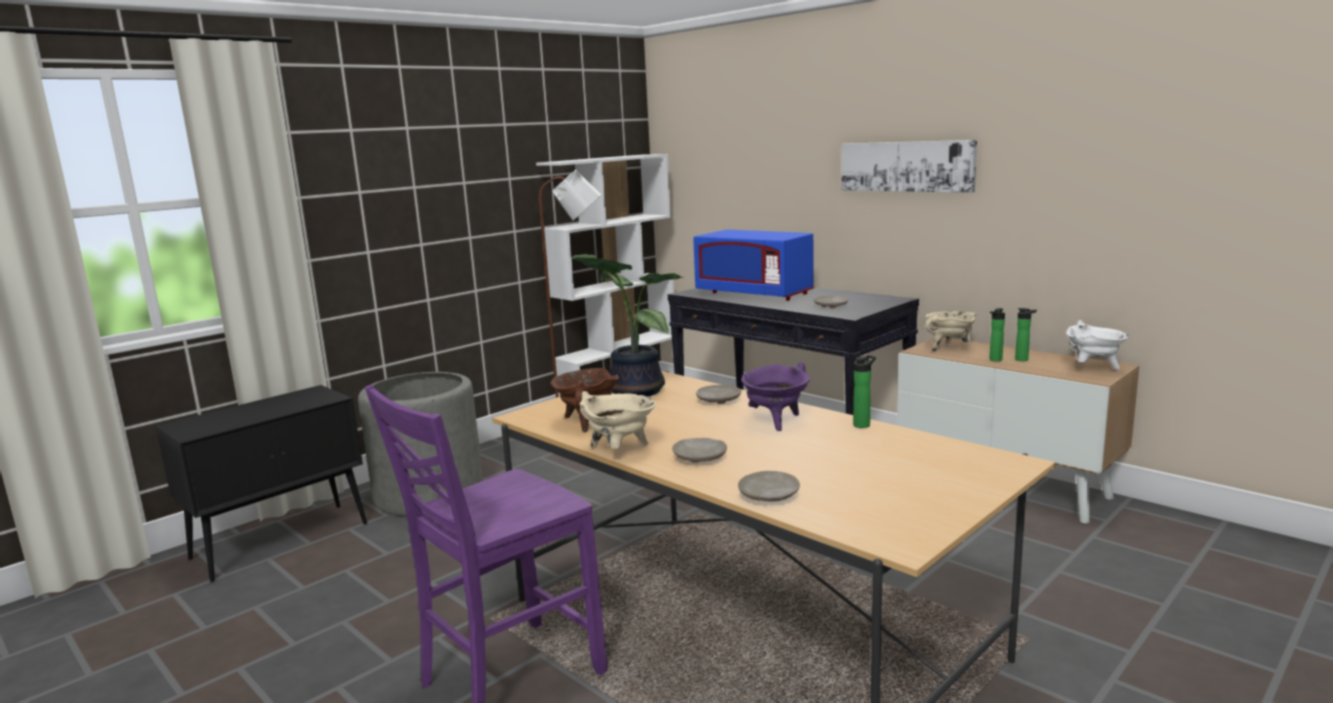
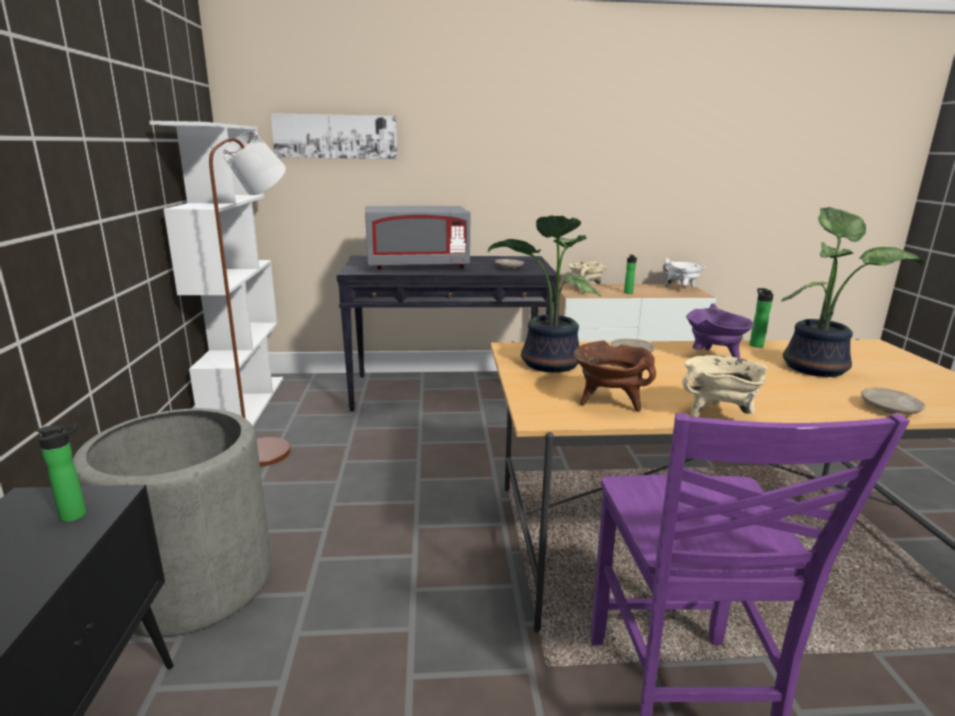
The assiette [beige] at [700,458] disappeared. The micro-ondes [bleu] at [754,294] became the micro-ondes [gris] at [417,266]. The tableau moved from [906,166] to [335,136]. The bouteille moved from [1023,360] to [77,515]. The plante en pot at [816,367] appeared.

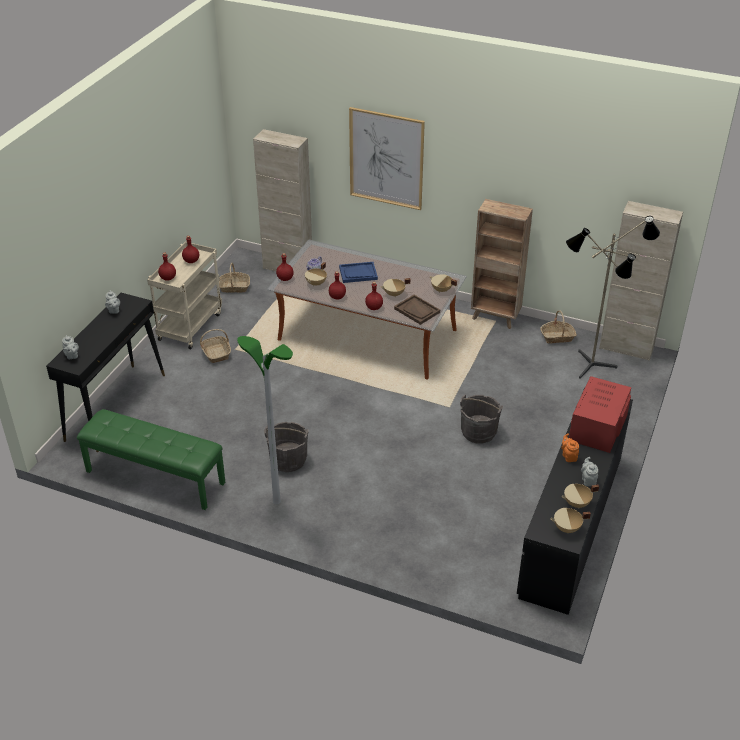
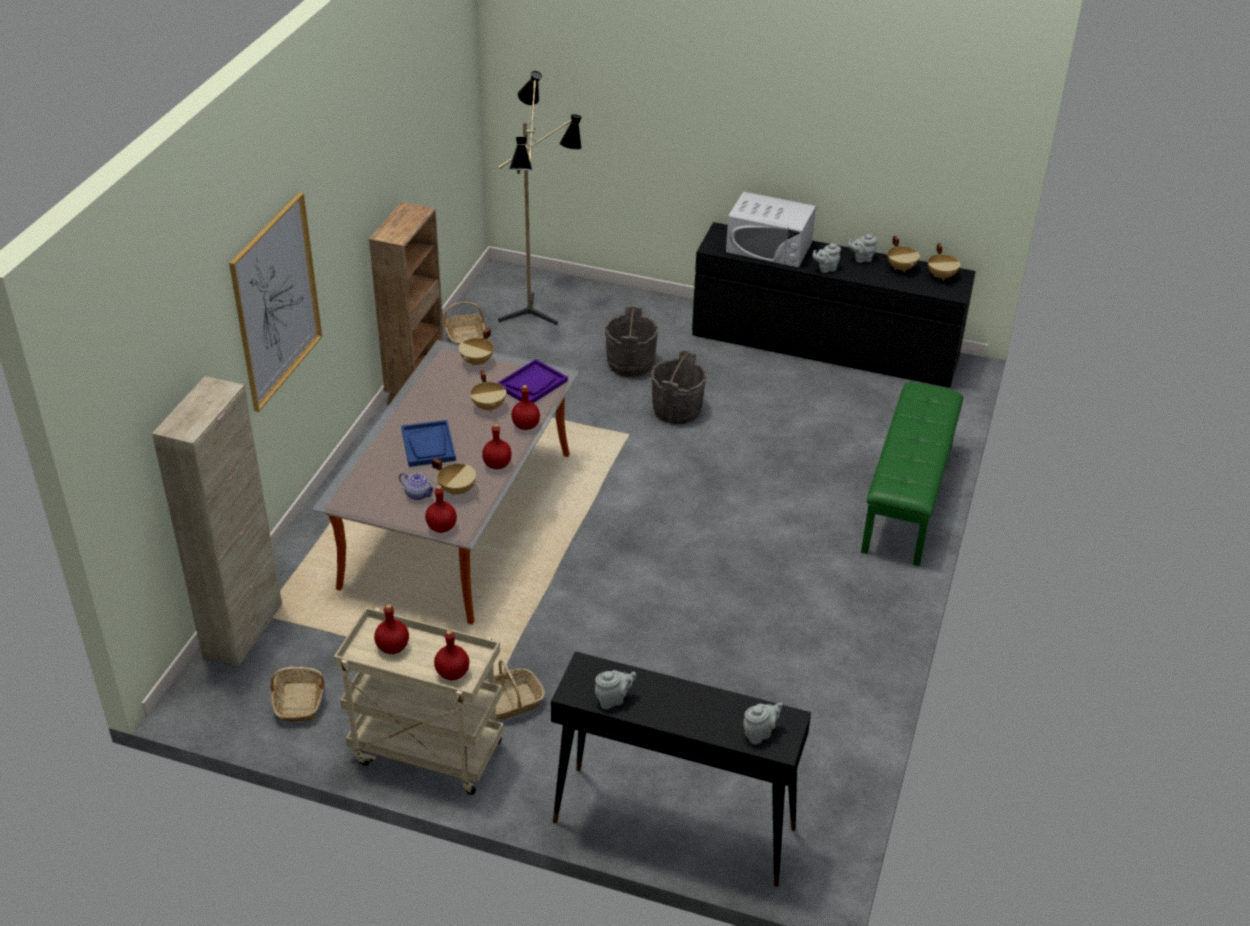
The banc [vert] moved from [154,477] to [909,498]. The lampadaire at [277,501] disappeared. The seau [gris] moved from [288,460] to [630,364]. The plateau [marron] at [417,310] became the plateau [violet] at [532,384]. The théière [orange] at [569,456] became the théière [gris] at [825,269]. The micro-ondes [rouge] at [597,427] became the micro-ondes [blanc] at [769,247]. The meuble de rangement [beige] at [626,348] disappeared.

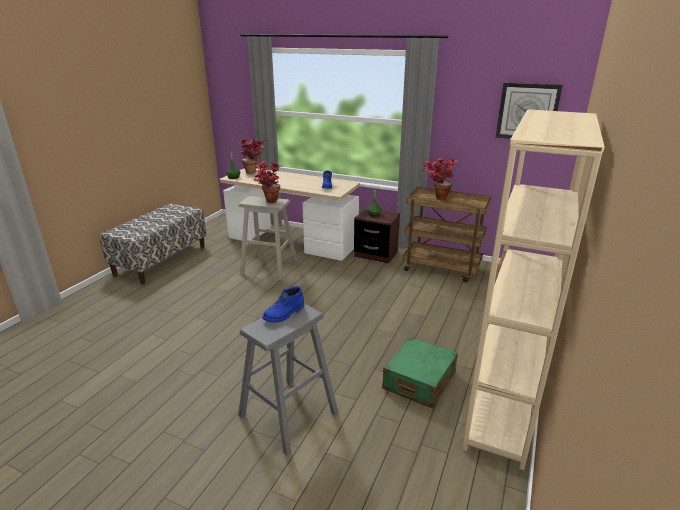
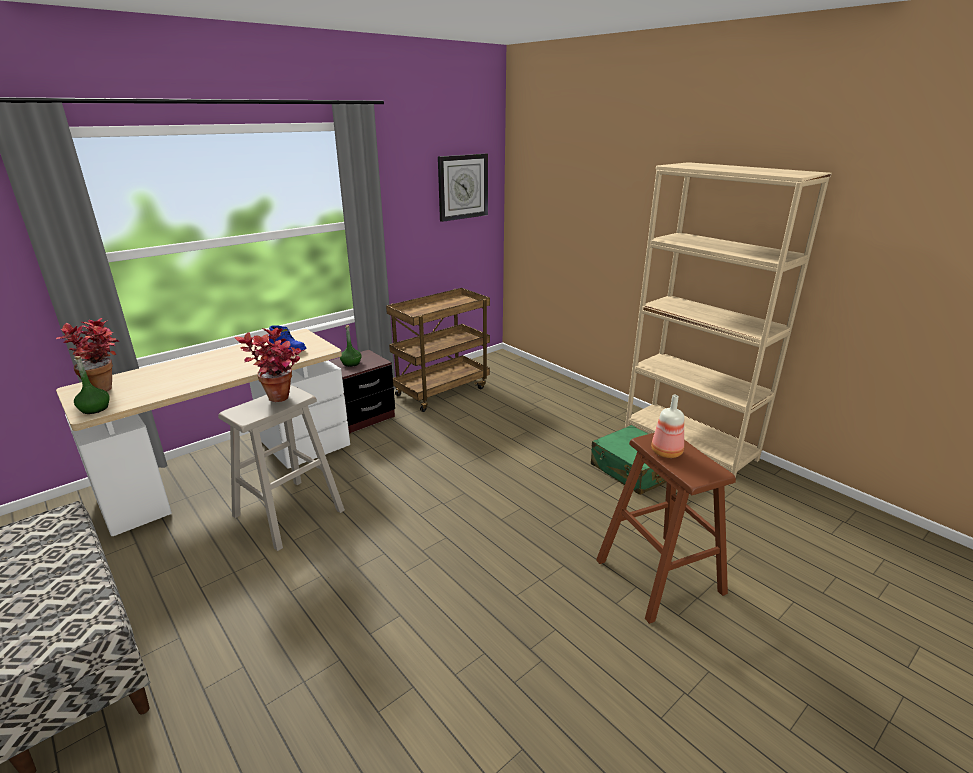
The tabouret [gris] at [288,415] became the tabouret [marron] at [659,576]. The botte [bleu] at [284,314] was replaced by the bouteille at [666,452]. The plante en pot at [437,197] disappeared.

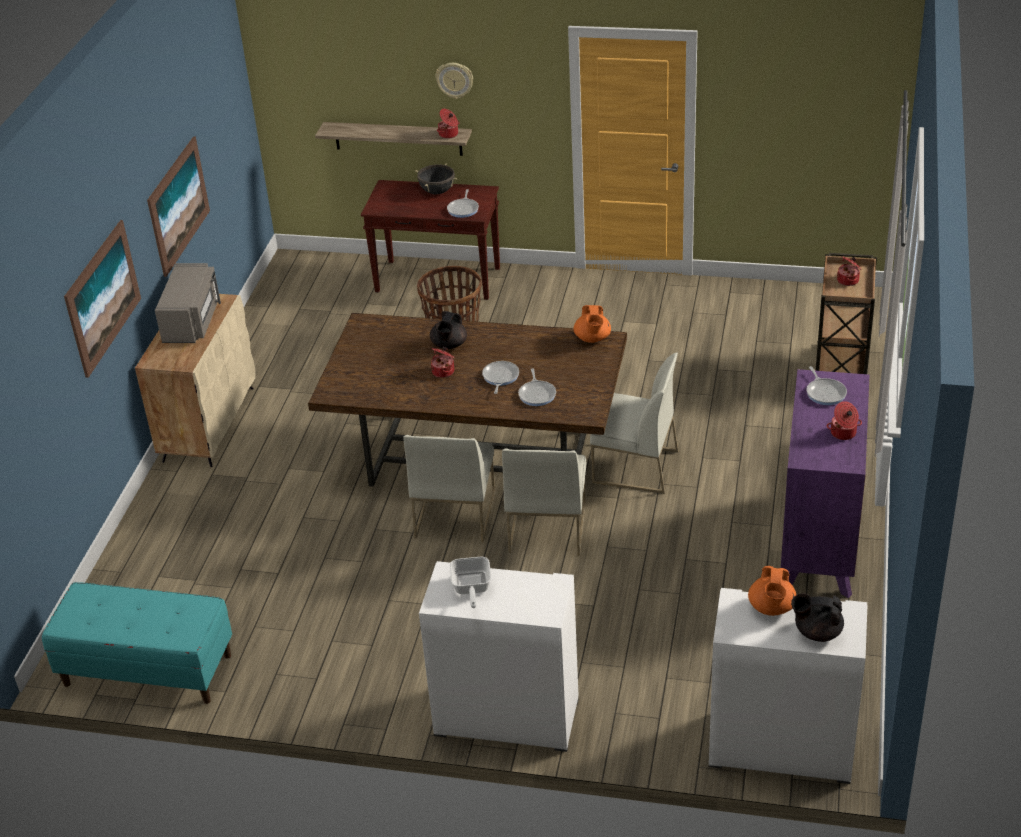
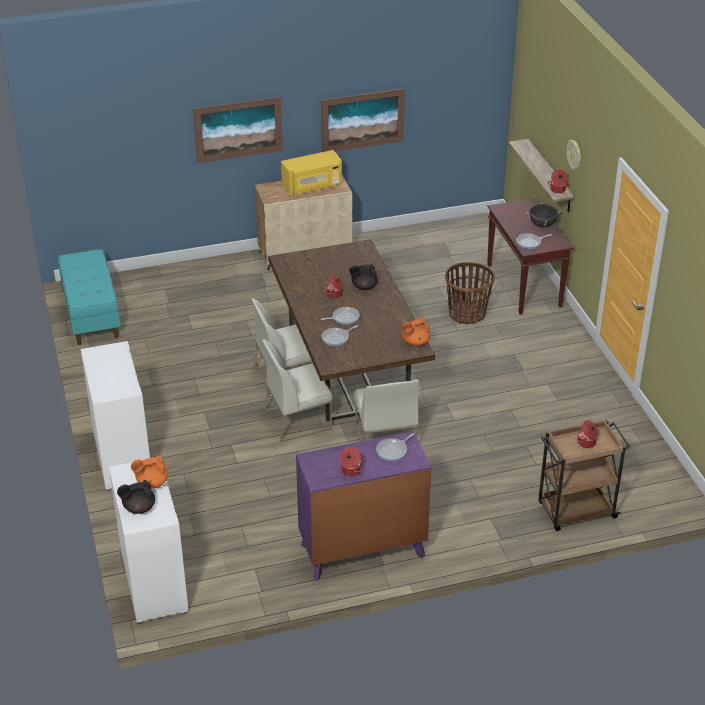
The micro-ondes [gris] at [192,321] became the micro-ondes [jaune] at [312,186]. The poêle at [471,589] disappeared. The théière [noir] at [817,632] turned 90 degrees counterclockwise.

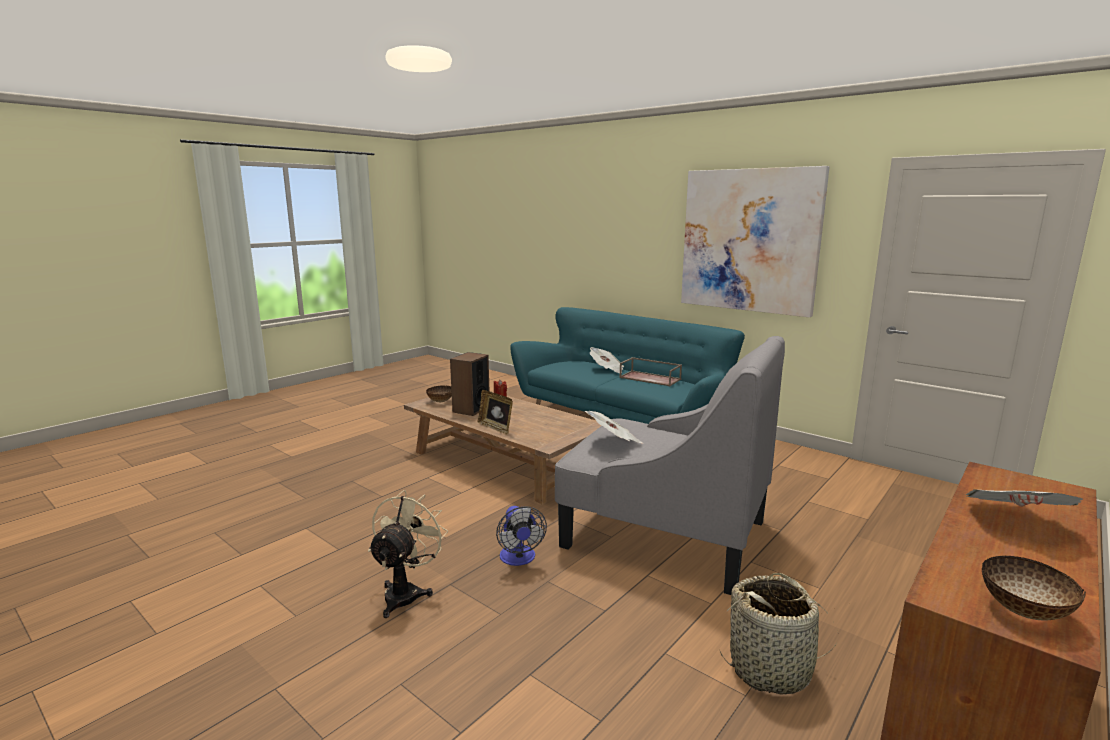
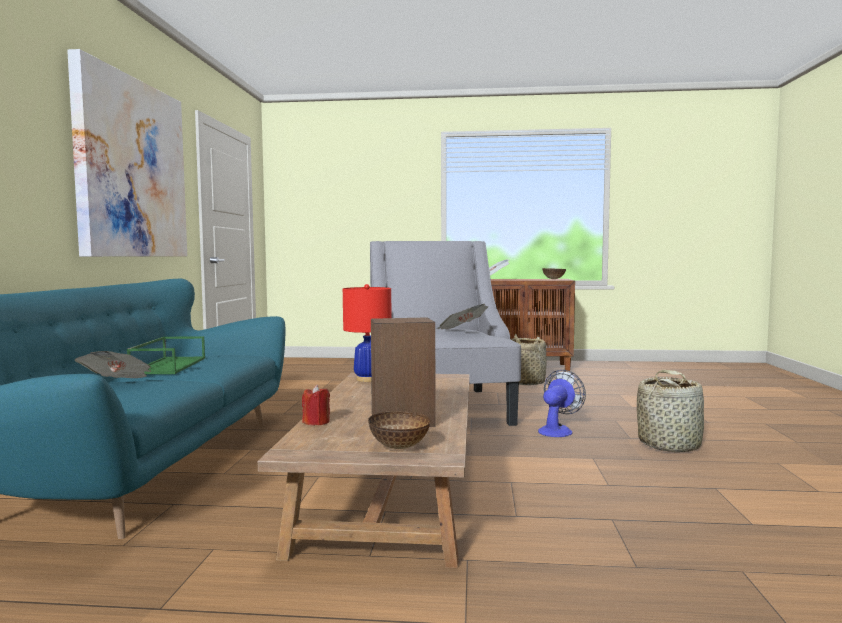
The ventilateur [beige] at [406,592] was replaced by the panier at [670,444]. The cadre photo at [496,428] disappeared. The plateau [marron] at [651,378] became the plateau [vert] at [168,365]. The lampe de table [rouge] at [367,379] appeared.

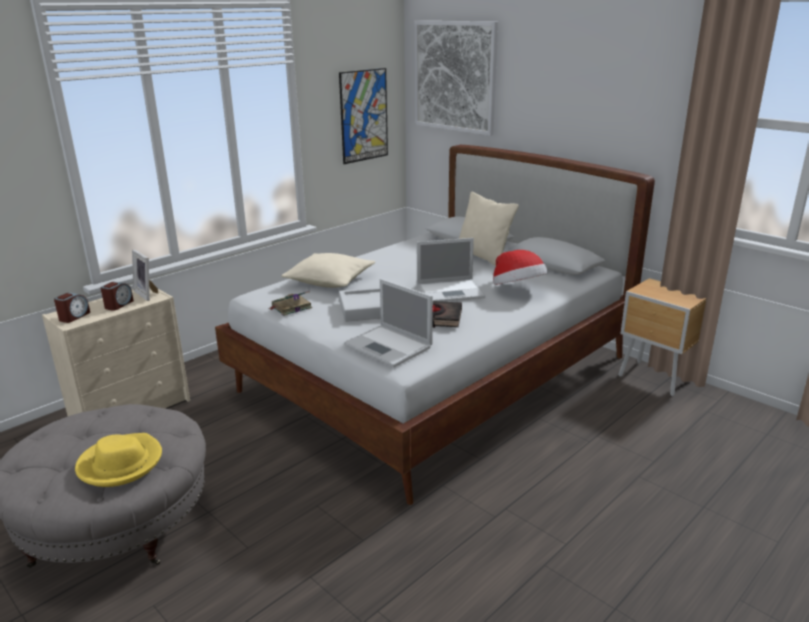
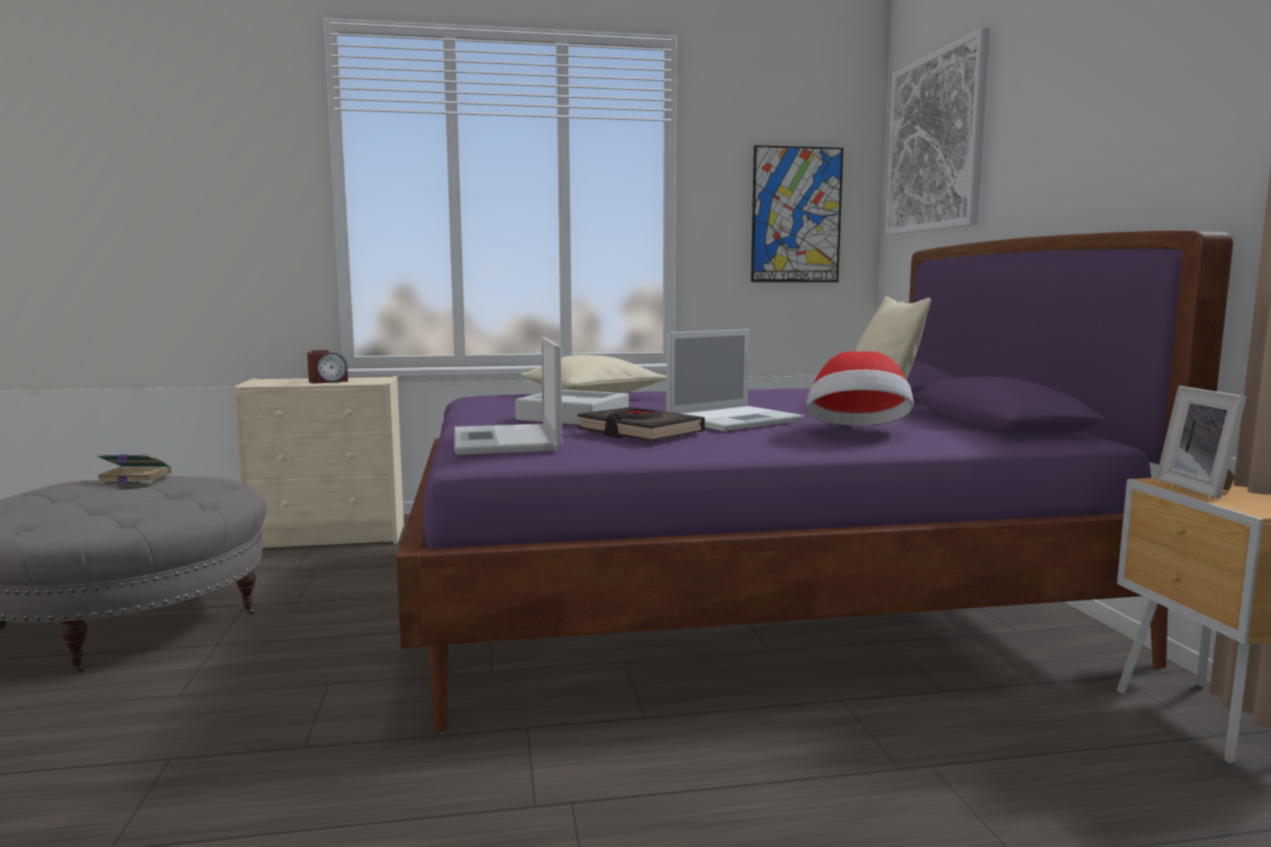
The réveil at [74,316] disappeared. The chapeau [jaune] at [120,463] disappeared. The cadre photo moved from [148,294] to [1200,488]. The lit [blanc] at [437,376] became the lit [violet] at [742,599]. The livre moved from [291,307] to [133,479]. The ordinateur portable at [451,291] turned 60 degrees counterclockwise.

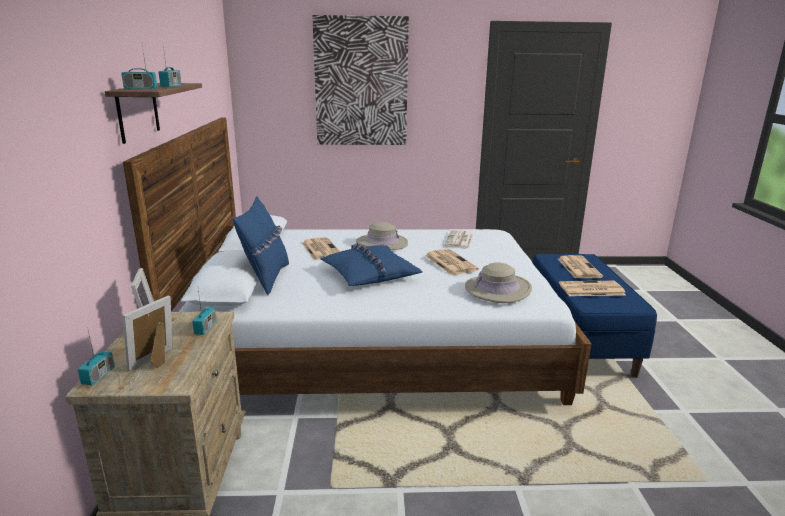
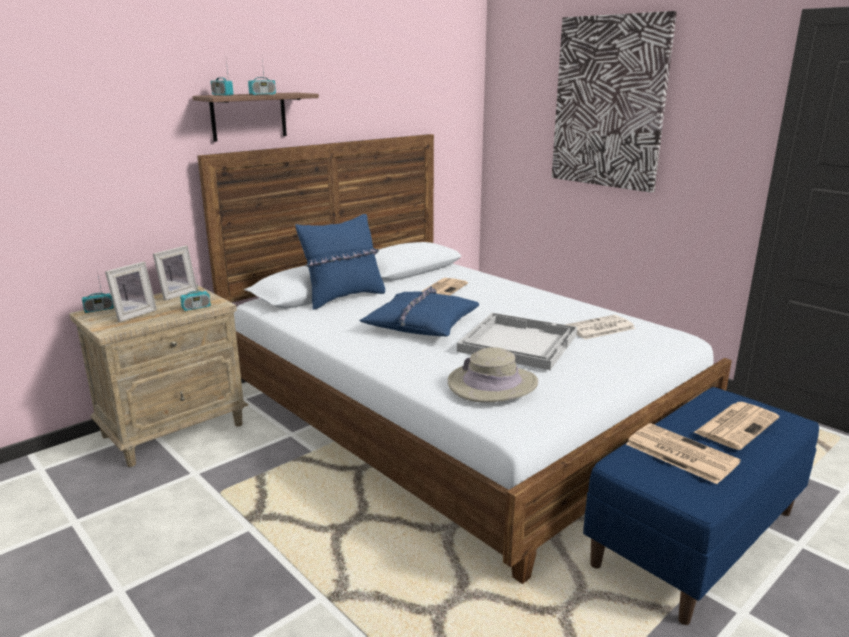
The cadre photo at [157,361] turned 135 degrees clockwise. The chapeau [beige] at [381,243] disappeared. The journal at [449,262] was replaced by the plateau [blanc] at [517,342].

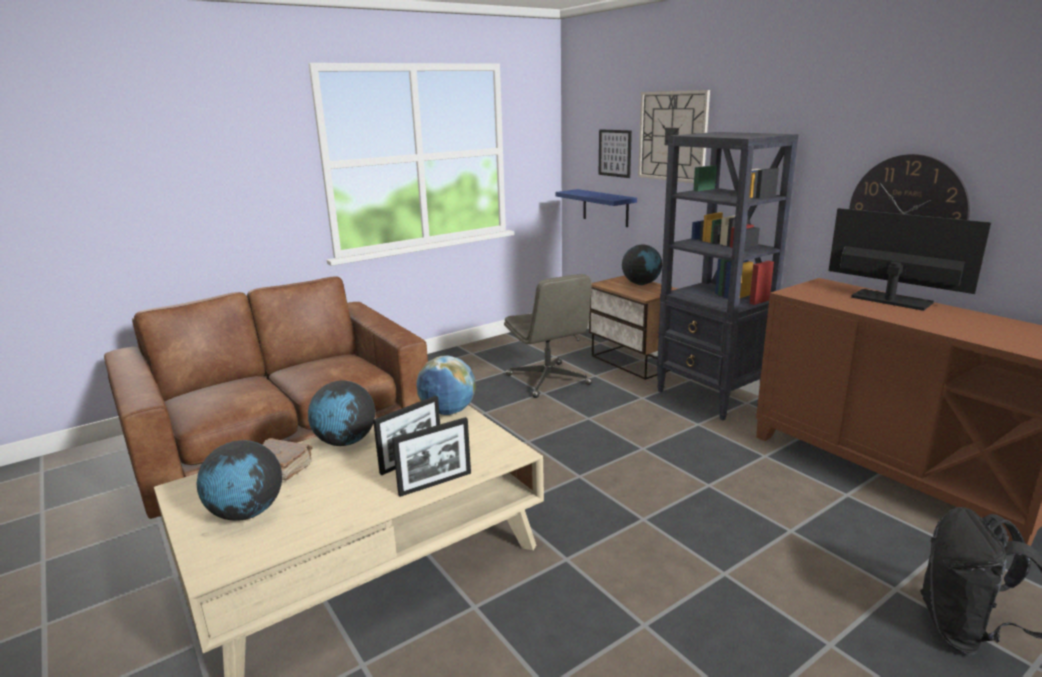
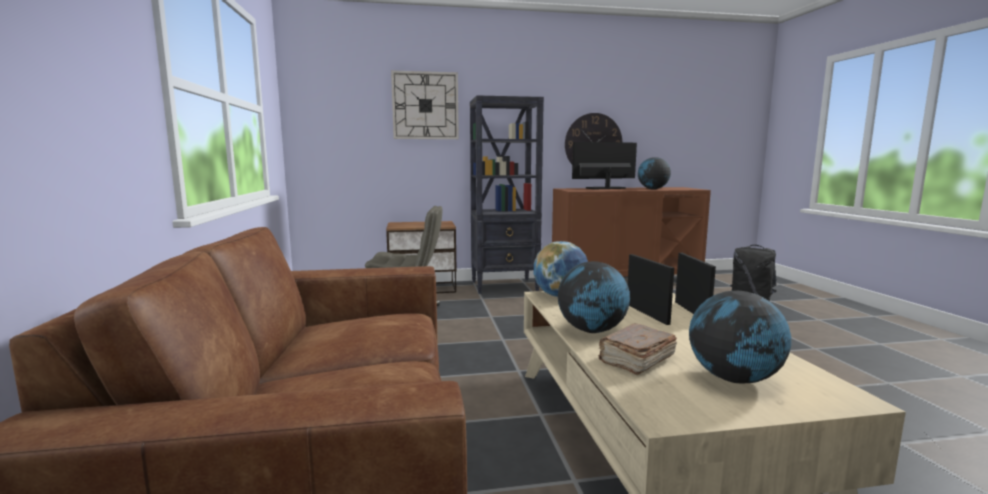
The étagère [bleu] at [605,208] disappeared. The tableau at [615,153] disappeared. The globe moved from [641,284] to [652,189].

